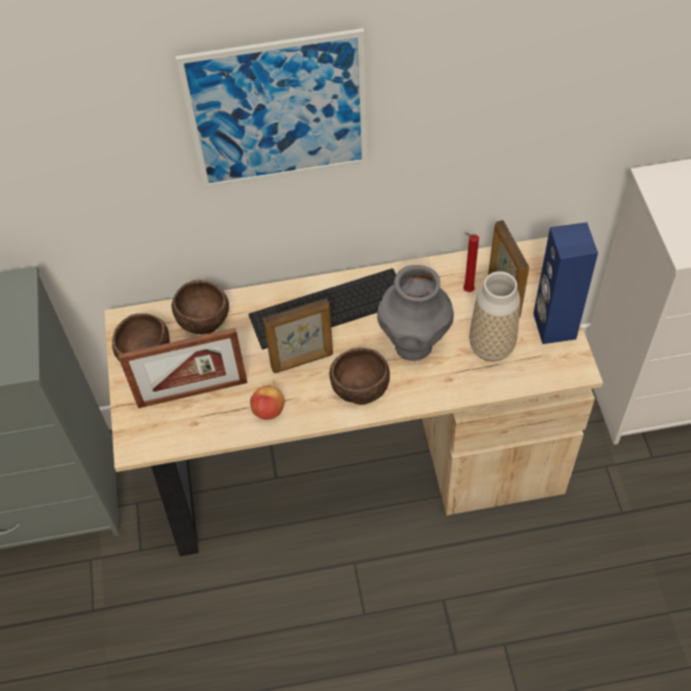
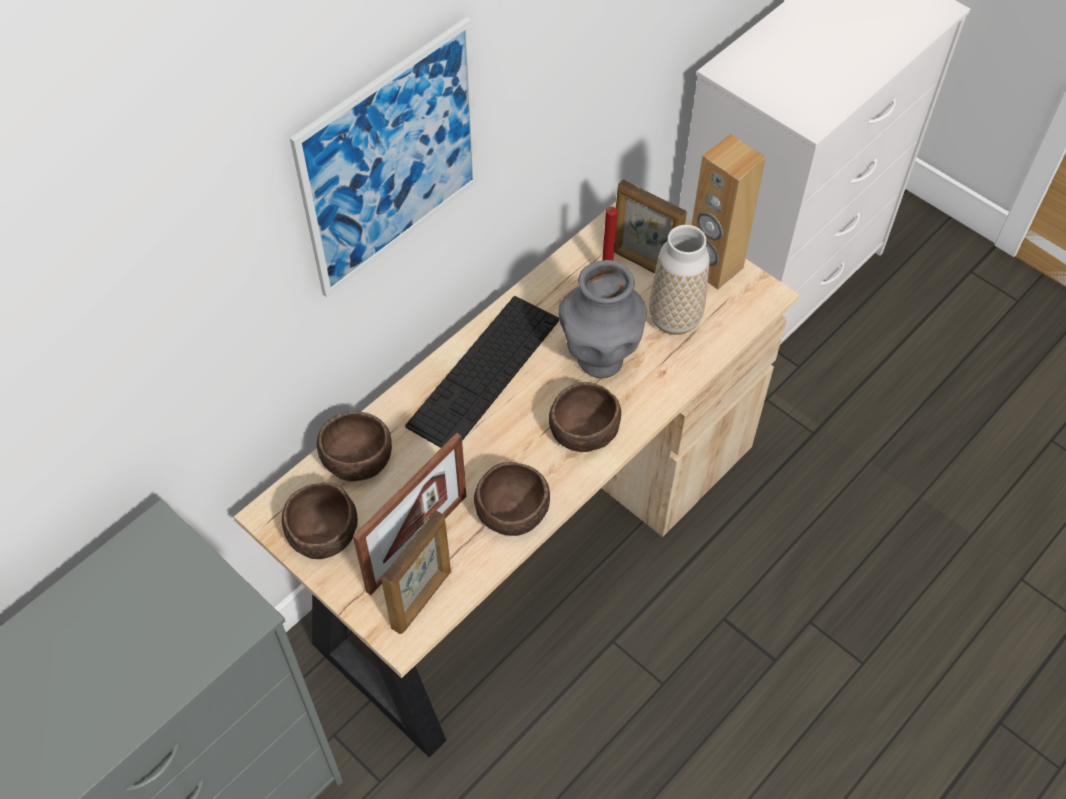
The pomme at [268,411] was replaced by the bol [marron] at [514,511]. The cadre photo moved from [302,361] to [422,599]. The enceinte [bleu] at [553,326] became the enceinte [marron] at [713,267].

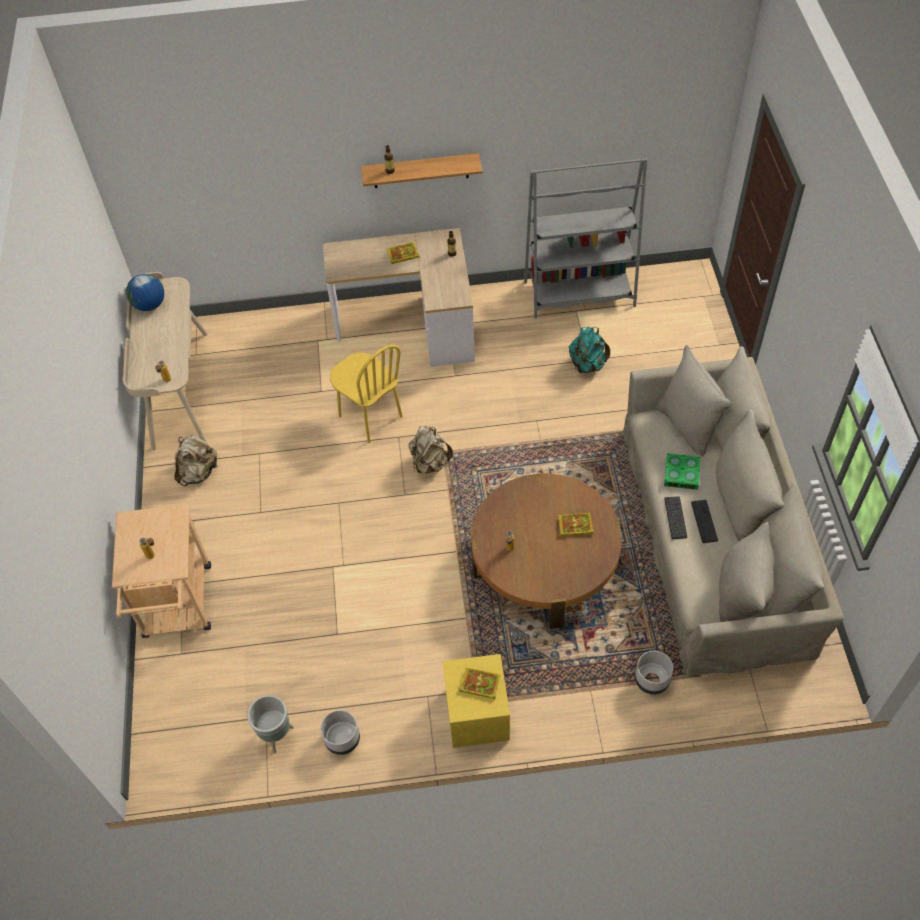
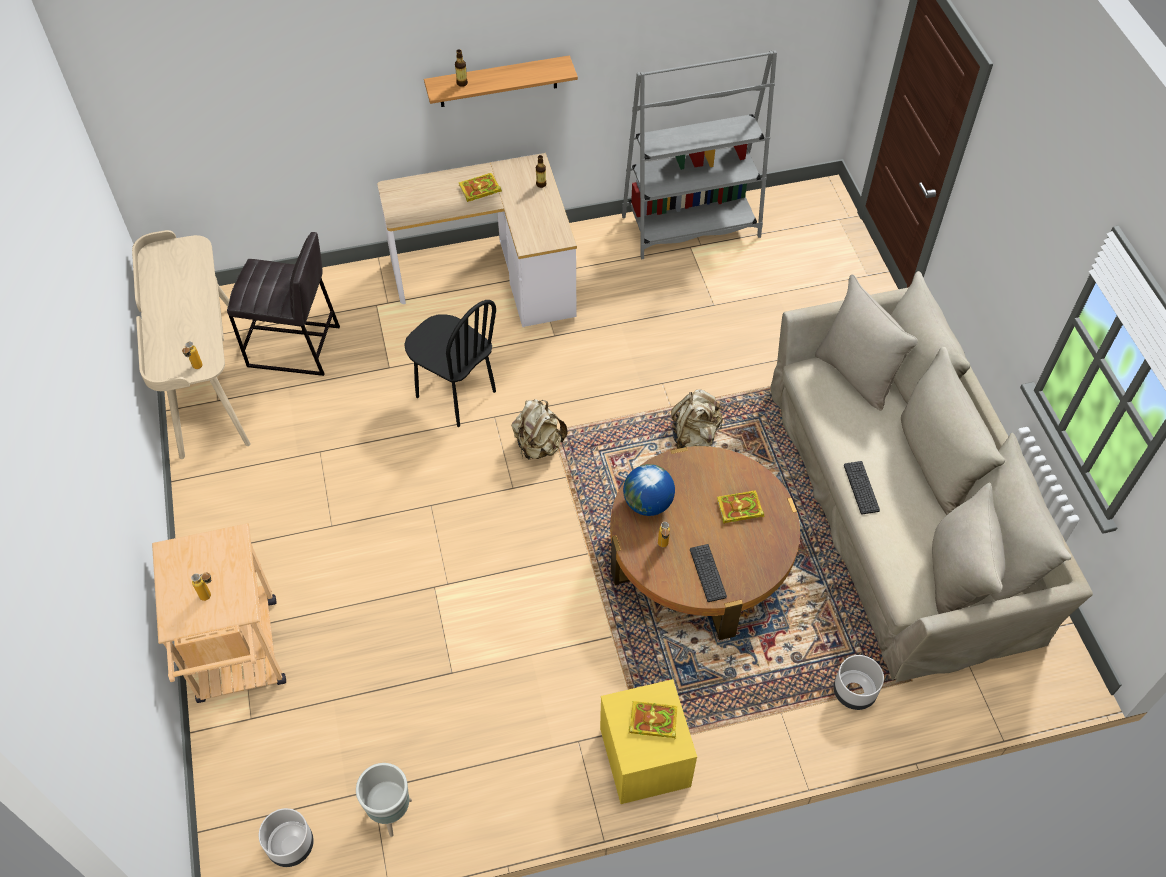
The globe moved from [149,305] to [647,503]. The sac à dos [beige] moved from [198,472] to [694,437]. The cache-pot [gris] moved from [342,739] to [291,845]. The chaise [jaune] at [370,417] became the chaise [noir] at [455,394]. The sac à dos [turquoise] at [587,364] disappeared. The livre at [681,474] disappeared. The clavier moved from [704,521] to [707,573]. The tabouret [gris] at [294,347] appeared.

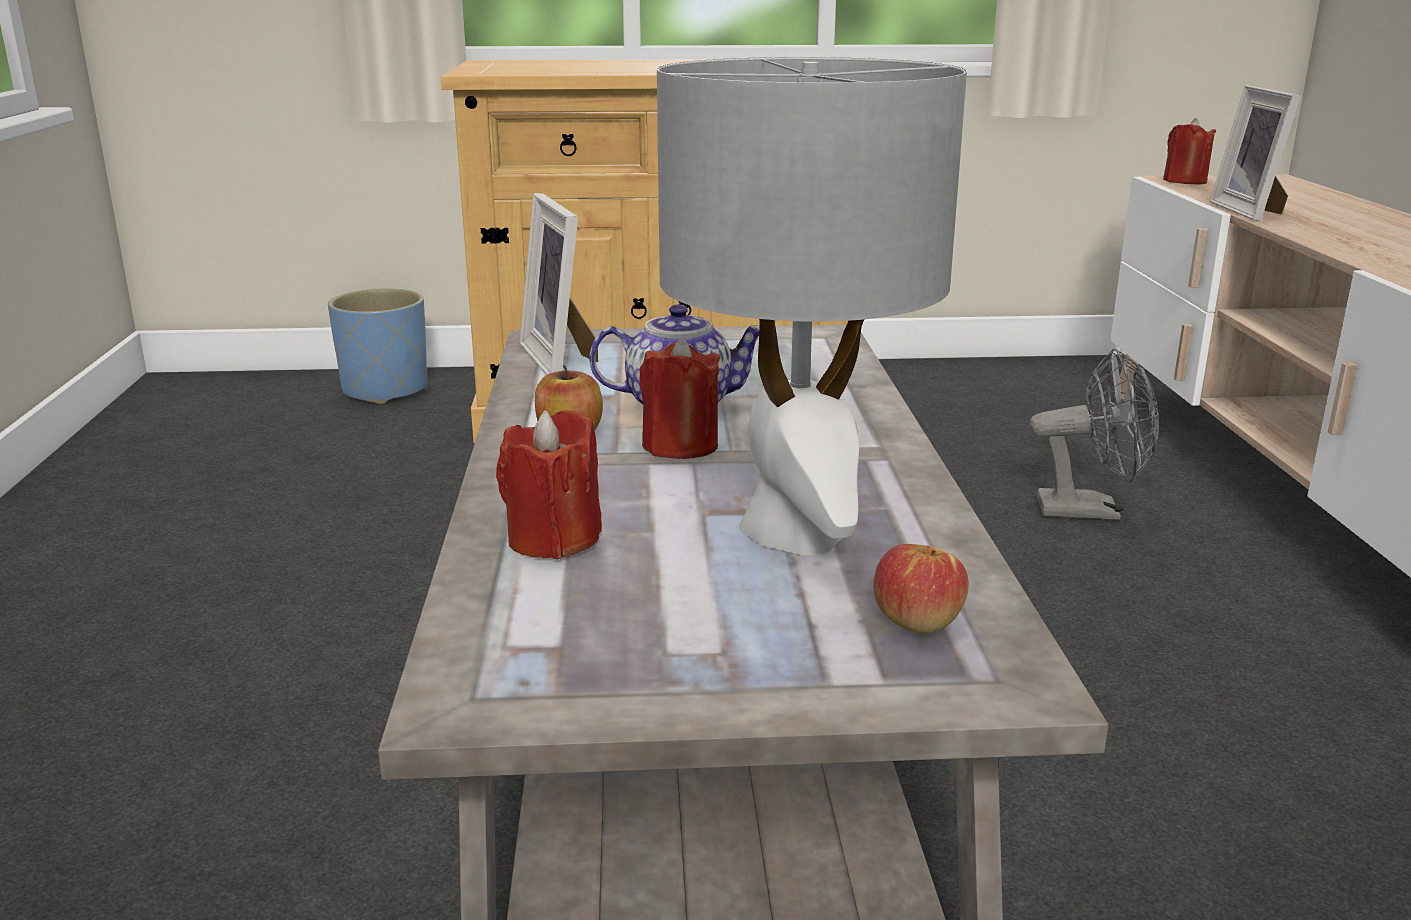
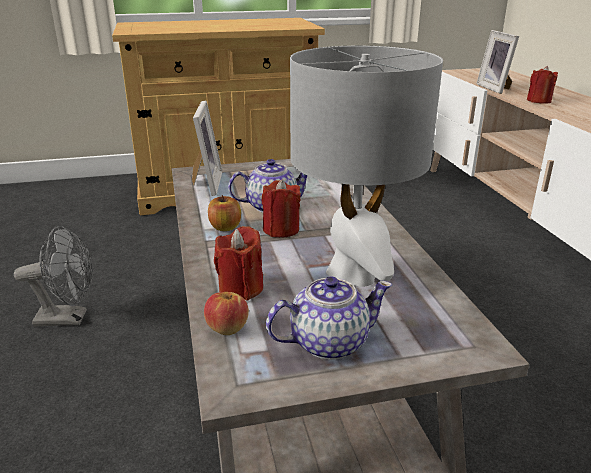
The cache-pot [bleu] at [385,390] disappeared. The cadre photo at [563,359] turned 150 degrees counterclockwise. The pomme moved from [917,621] to [227,327]. The ventilateur [gris] moved from [1091,510] to [69,318]. The bougie [rouge] moved from [1184,181] to [539,101]. The théière at [327,342] appeared.

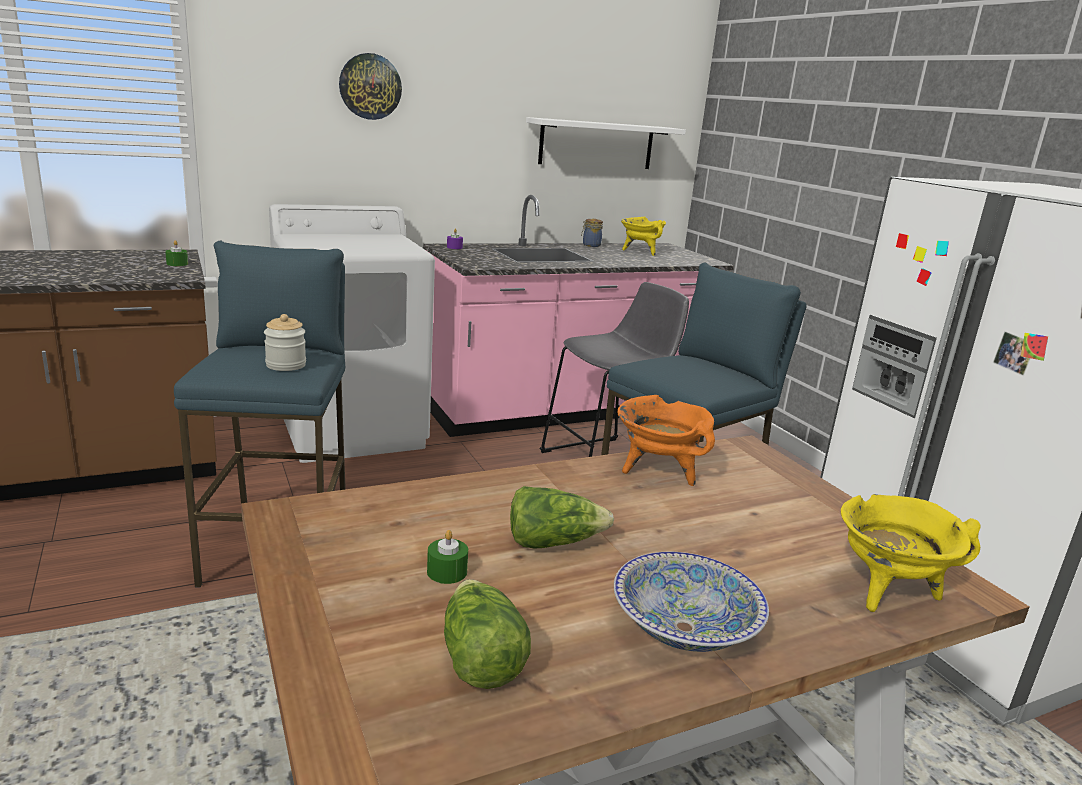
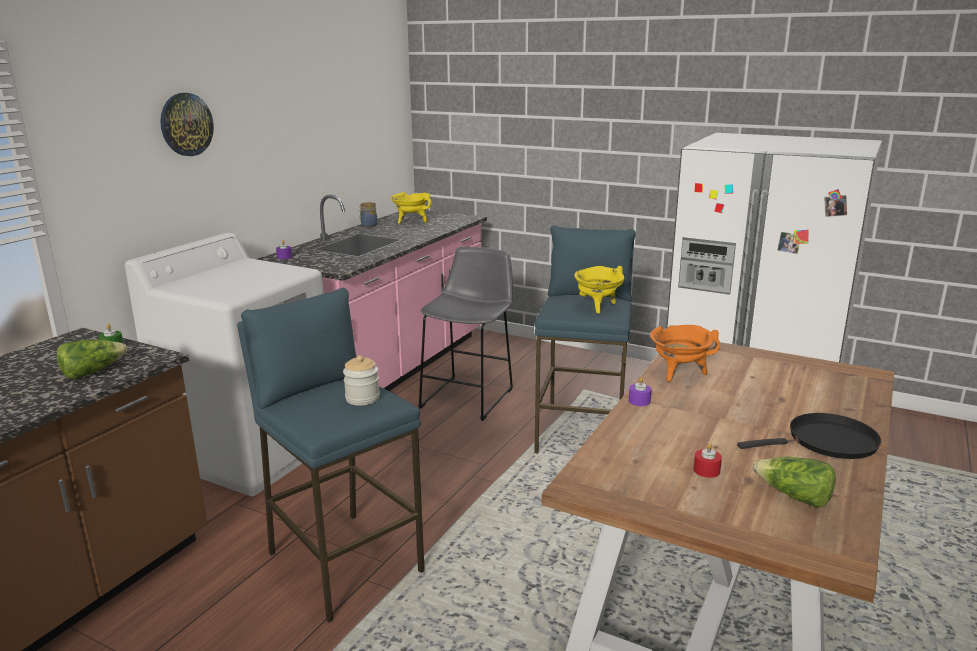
The bougie [vert] at [447,572] became the bougie [rouge] at [706,470]. The laitue moved from [553,542] to [92,372]. The étagère [blanc] at [597,144] disappeared. The bol at [684,628] was replaced by the poêle [noir] at [827,442]. The marmite [jaune] moved from [887,592] to [597,307]. The bougie [violet] at [639,401] appeared.

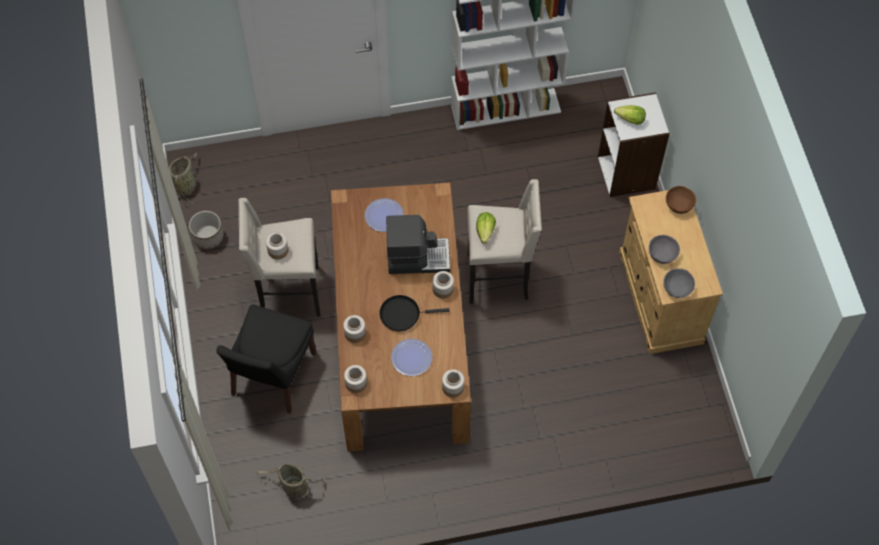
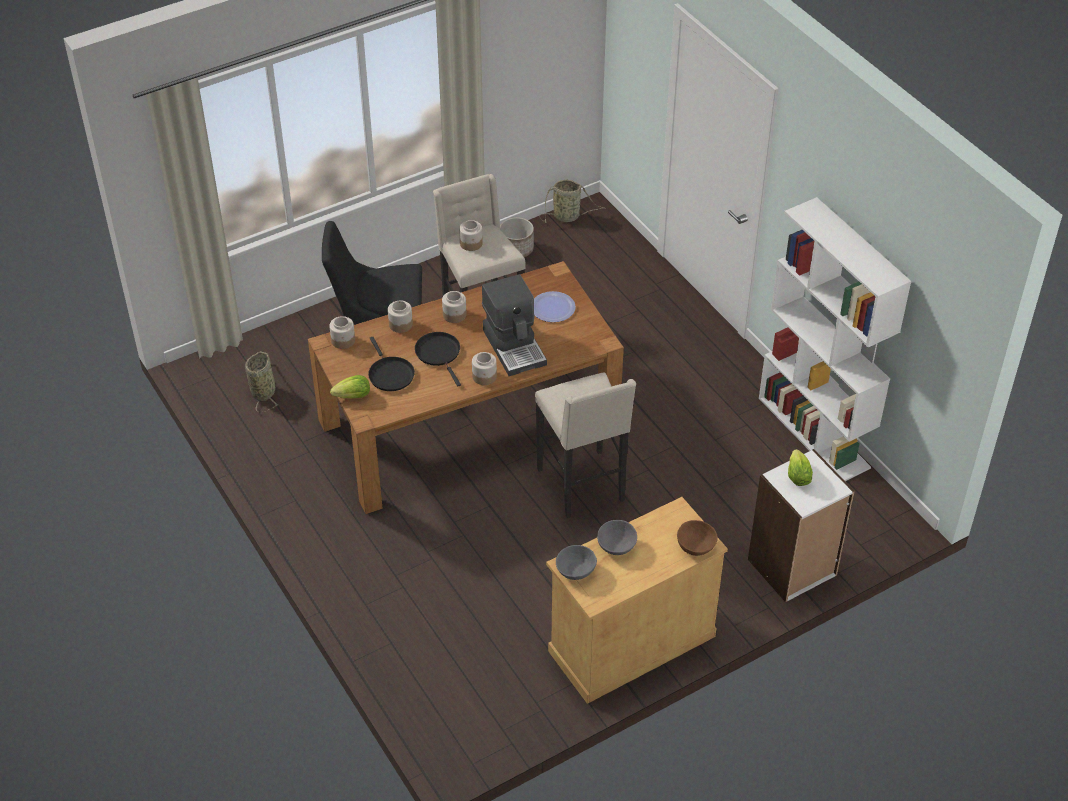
The assiette at [411,358] was replaced by the poêle [noir] at [390,374]. The bocal moved from [453,387] to [454,315]. The laitue moved from [485,231] to [353,396].

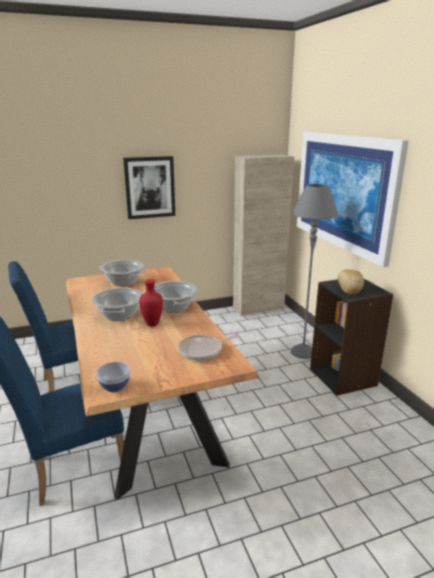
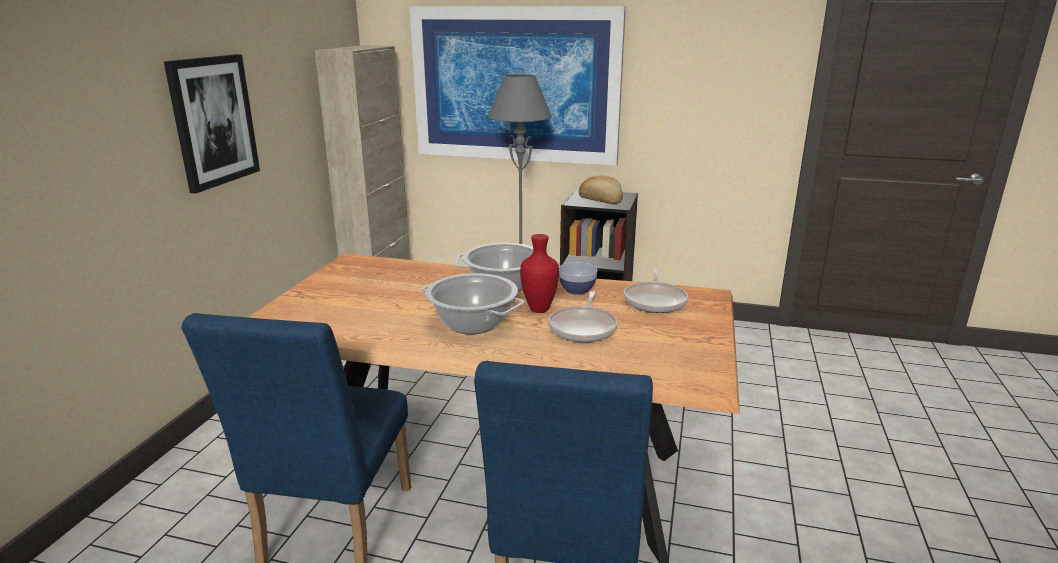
The bol moved from [114,386] to [577,290]. The marmite at [123,282] disappeared. The poêle at [583,328] appeared.

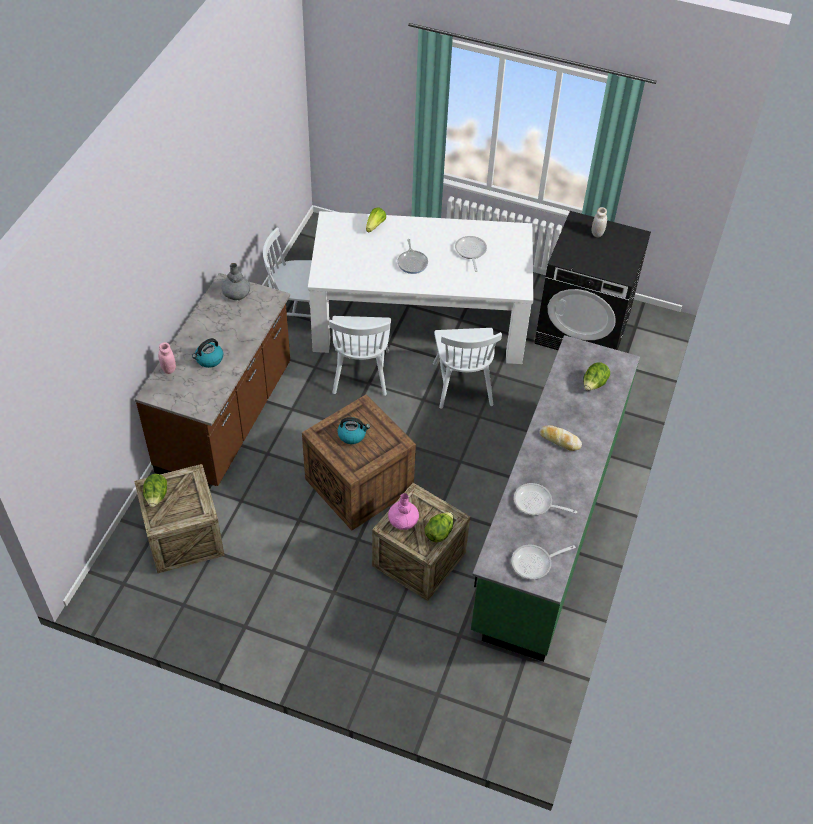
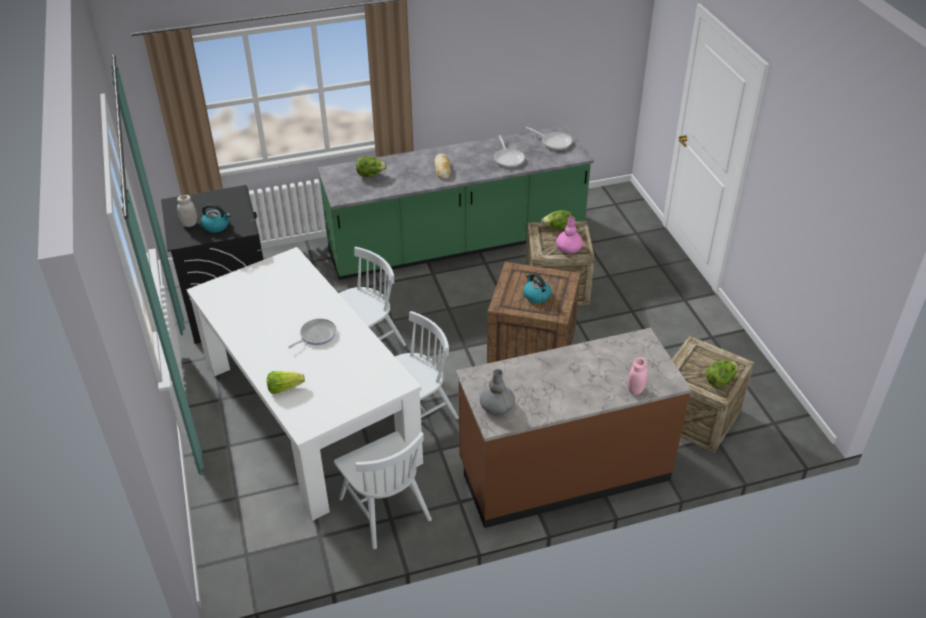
The bouilloire moved from [209,359] to [216,226]. The poêle at [470,252] disappeared.

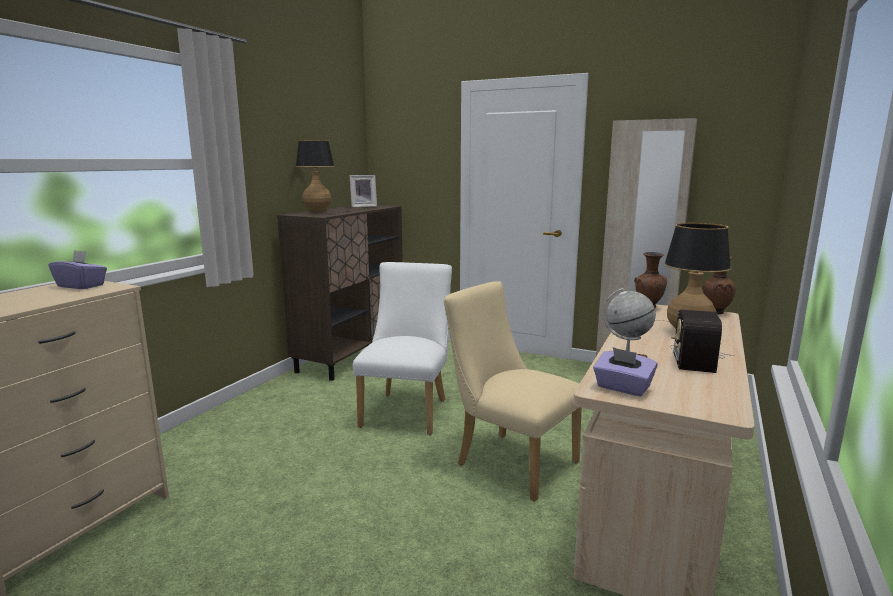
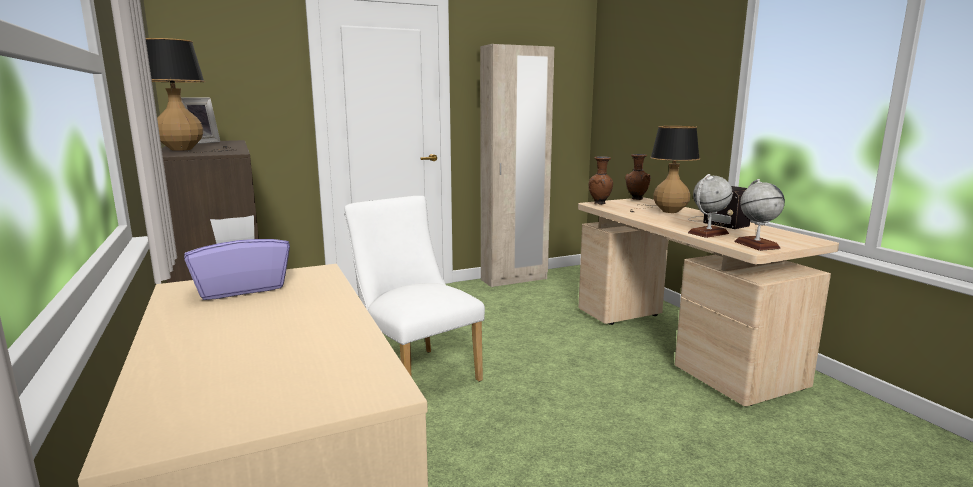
The chaise [beige] at [509,461] disappeared. The boîte à mouchoirs [violet] at [622,388] was replaced by the globe at [756,245].

